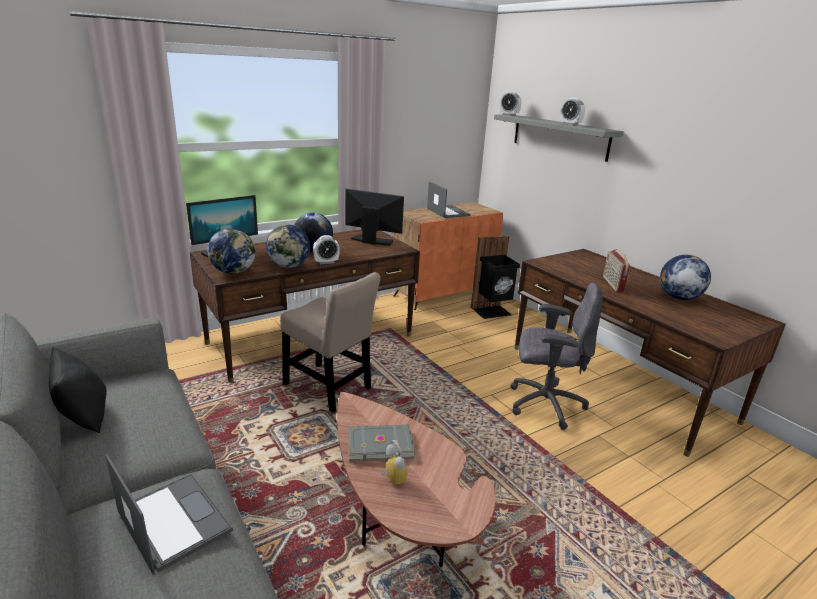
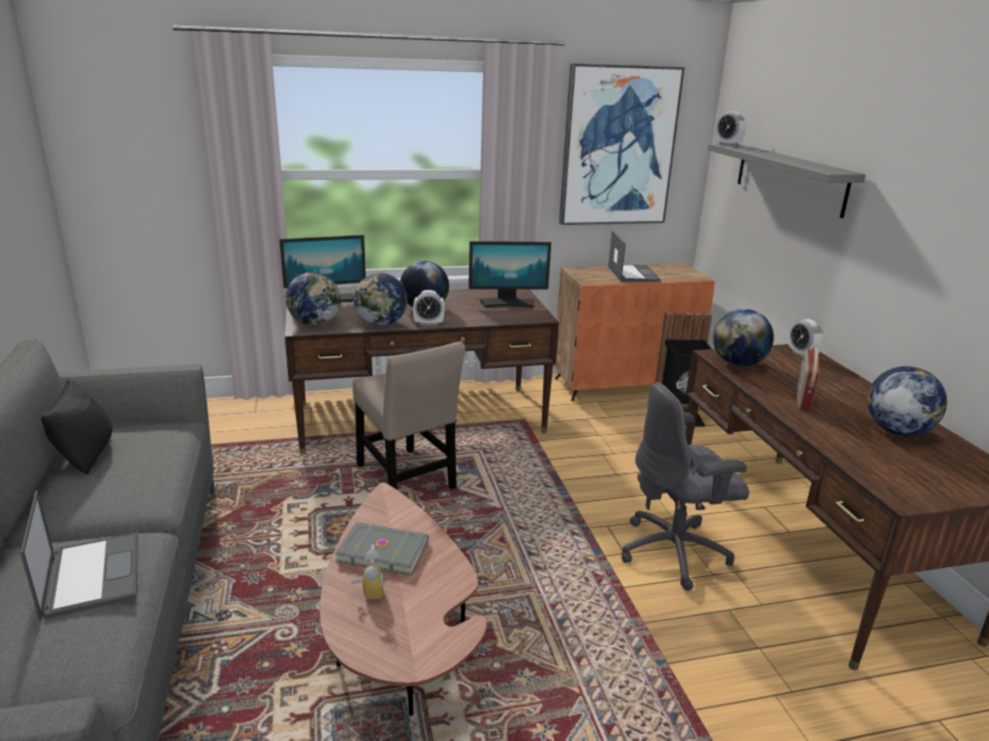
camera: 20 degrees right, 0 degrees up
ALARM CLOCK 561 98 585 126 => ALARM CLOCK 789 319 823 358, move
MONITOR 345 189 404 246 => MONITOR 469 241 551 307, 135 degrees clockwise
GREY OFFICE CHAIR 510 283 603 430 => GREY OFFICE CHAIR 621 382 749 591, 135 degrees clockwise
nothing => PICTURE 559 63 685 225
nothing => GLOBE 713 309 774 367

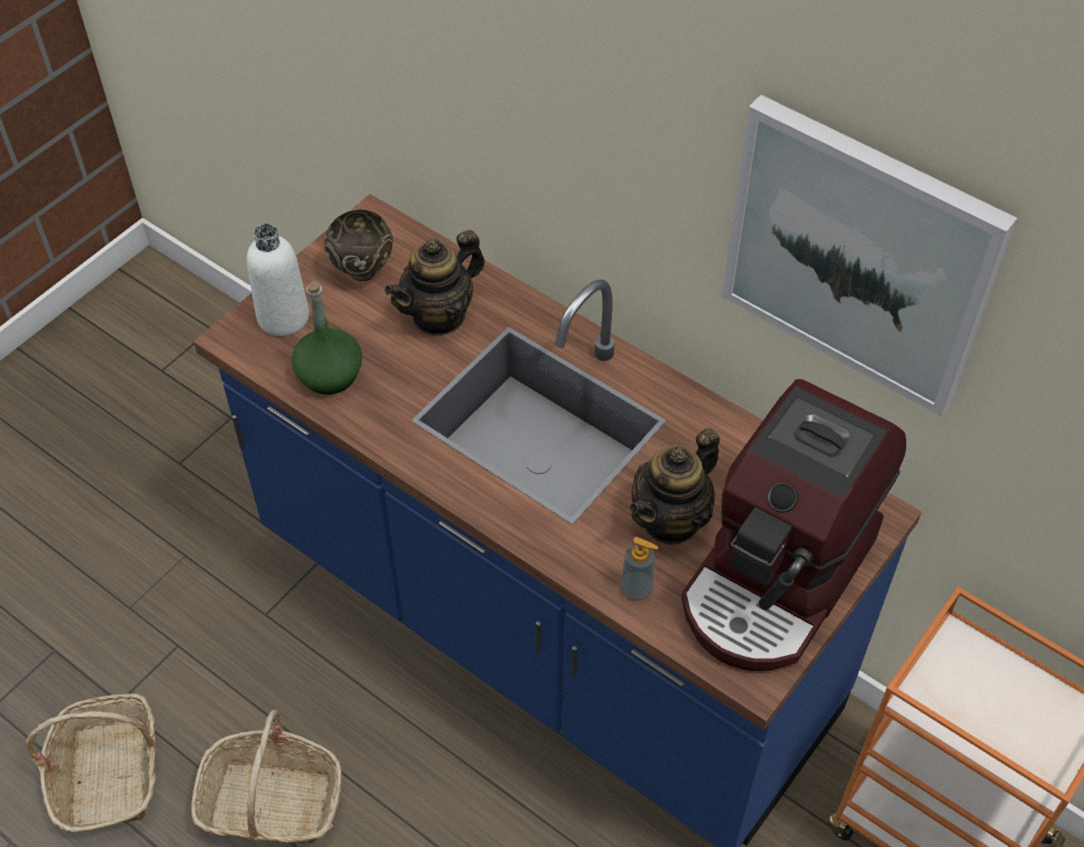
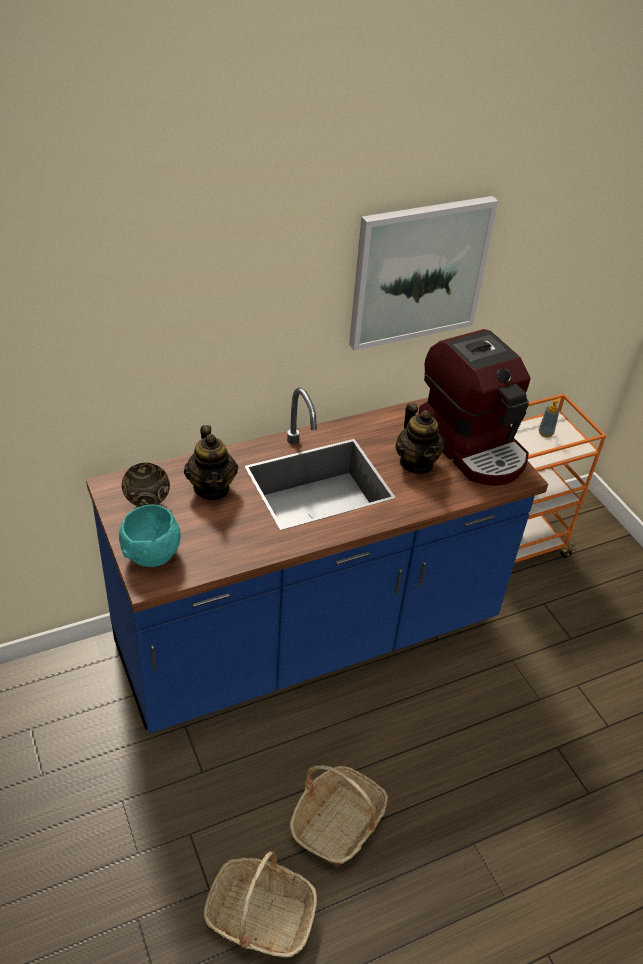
camera: 65 degrees left, 10 degrees down
WHITE BOTTLE 247 224 309 336 => TURQUOISE BOWL 119 504 181 567
GREEN BOTTLE 291 281 362 395 => nothing
SOAP DISPENSER 620 537 659 601 => SOAP DISPENSER 539 398 562 438, move

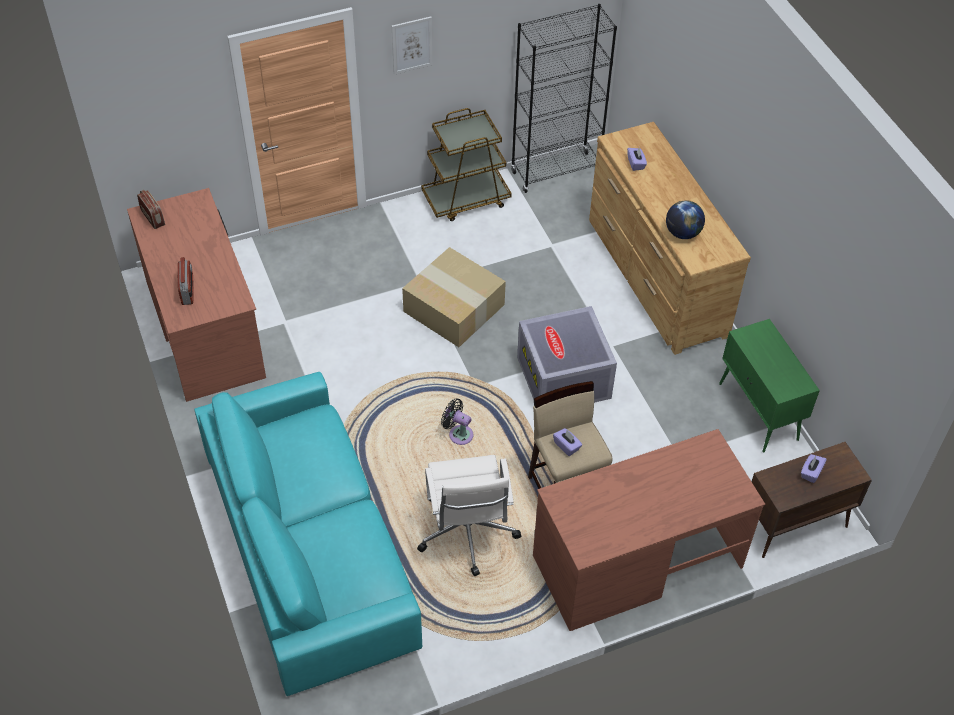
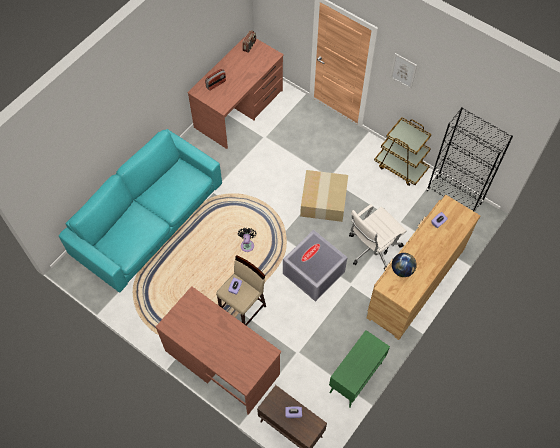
camera: 60 degrees right, 10 degrees up
WHITE OFFICE CHAIR 417 455 521 576 => WHITE OFFICE CHAIR 349 204 407 269, move

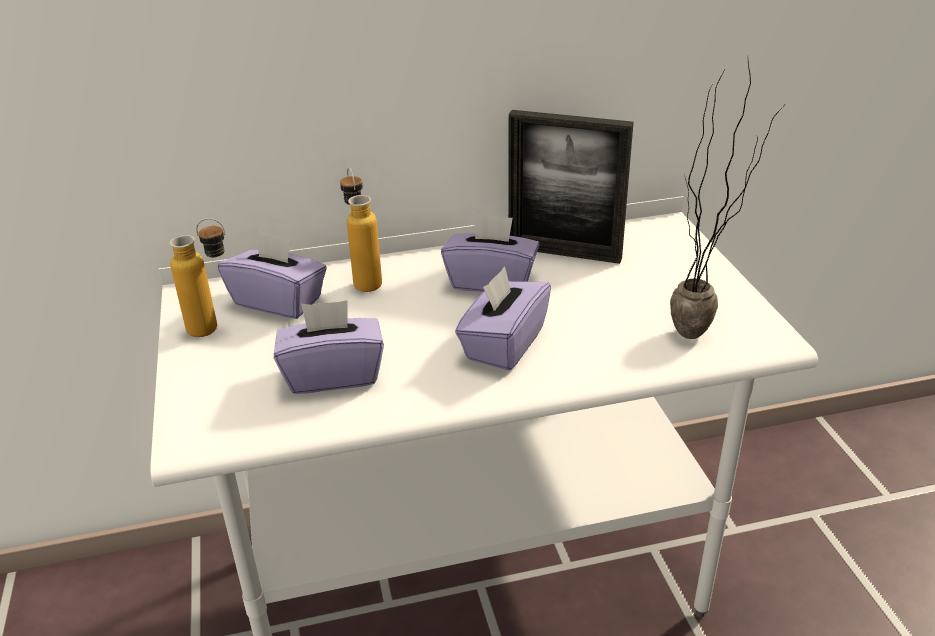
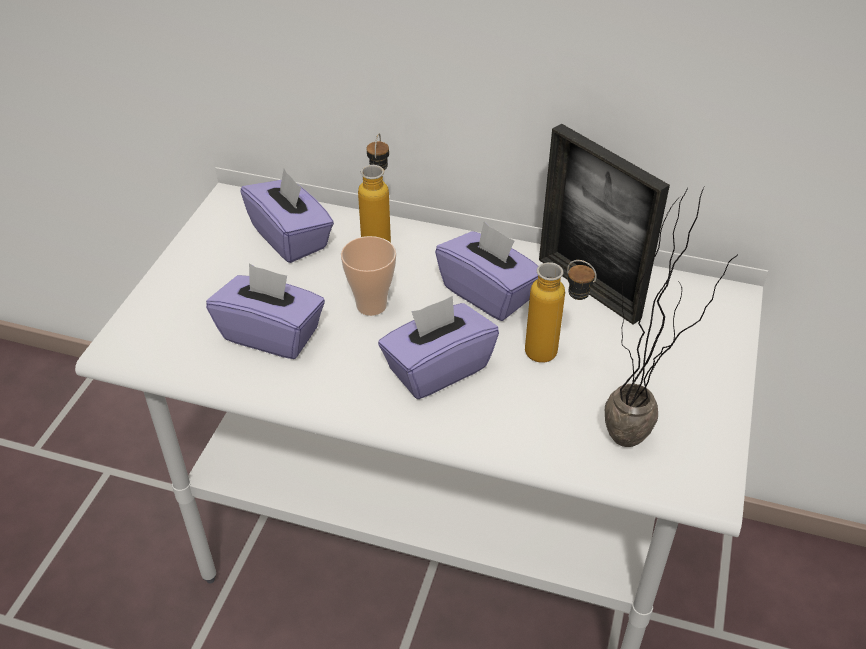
camera: 30 degrees right, 10 degrees up
BOTTLE 169 218 225 337 => BOTTLE 525 260 597 363, move
nothing => CUP 341 236 396 316

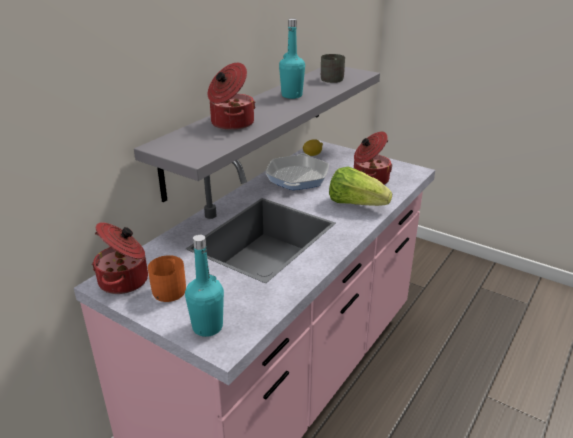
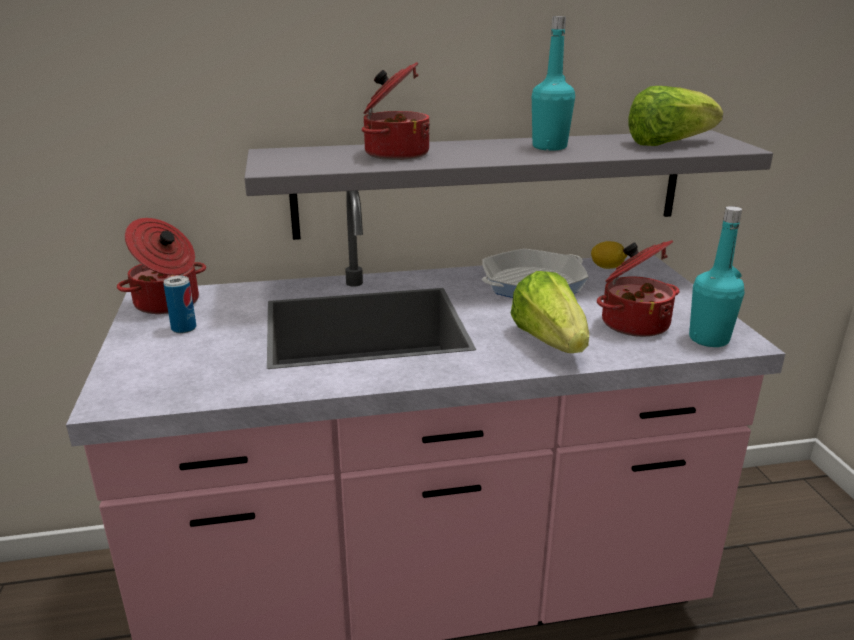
camera: 45 degrees right, 5 degrees down
GREY MUG 321 54 345 83 => LETTUCE 628 86 723 146
TURQUOISE BOTTLE 185 235 224 337 => TURQUOISE BOTTLE 689 206 745 347, move
ORANGE MUG 148 255 186 302 => CAN 163 276 196 333

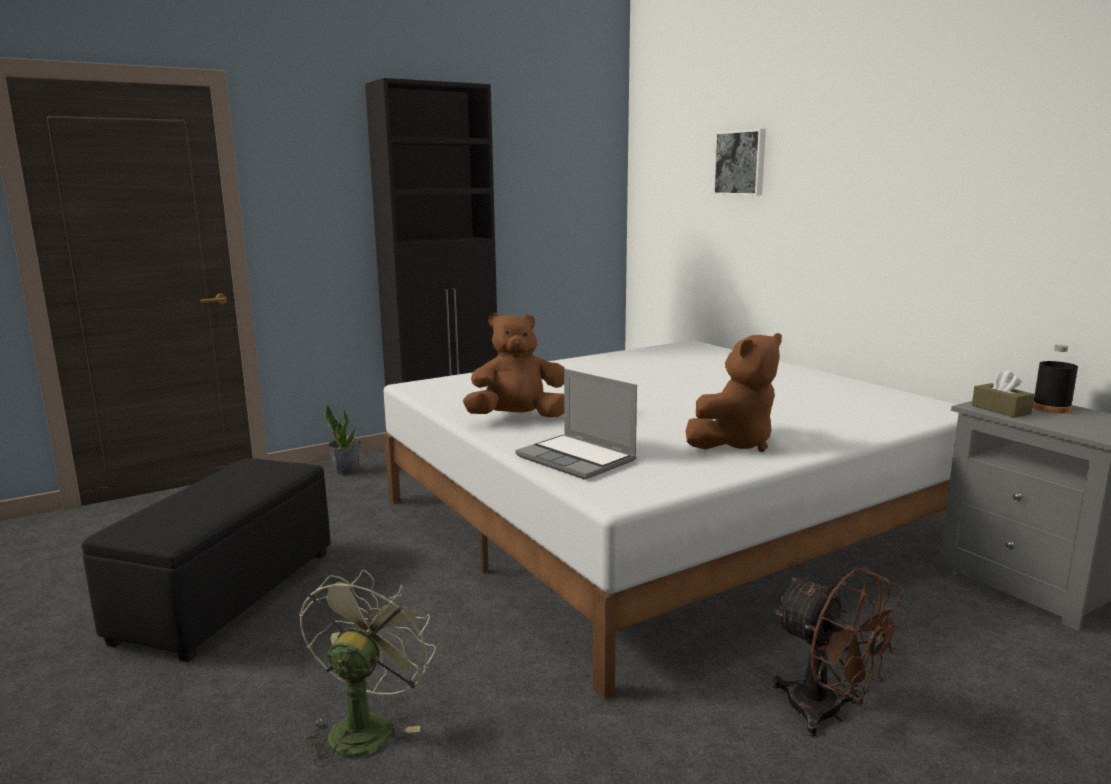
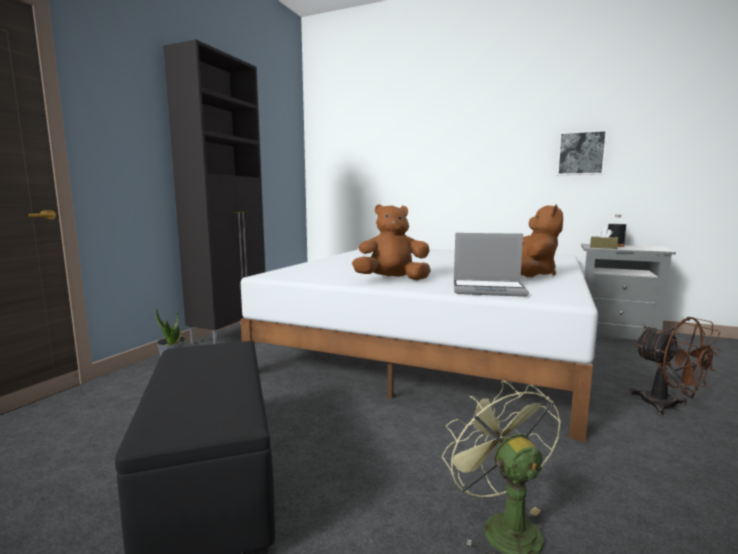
camera: 35 degrees left, 5 degrees down
PICTURE 713 129 766 195 => PICTURE 557 130 607 175, move
BROWN PLUSH TOY 463 313 565 417 => BROWN PLUSH TOY 352 204 431 280, 45 degrees clockwise
BROWN FAN 773 567 907 737 => BROWN FAN 630 317 721 415, 45 degrees clockwise

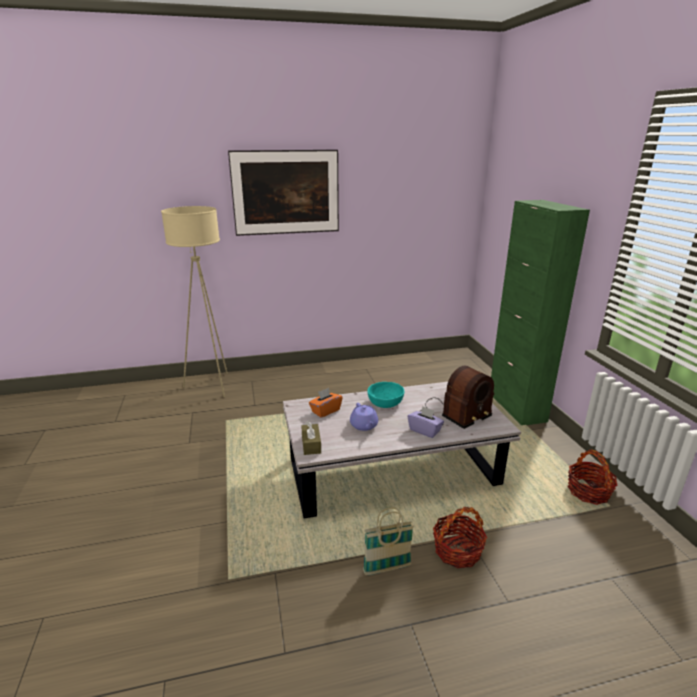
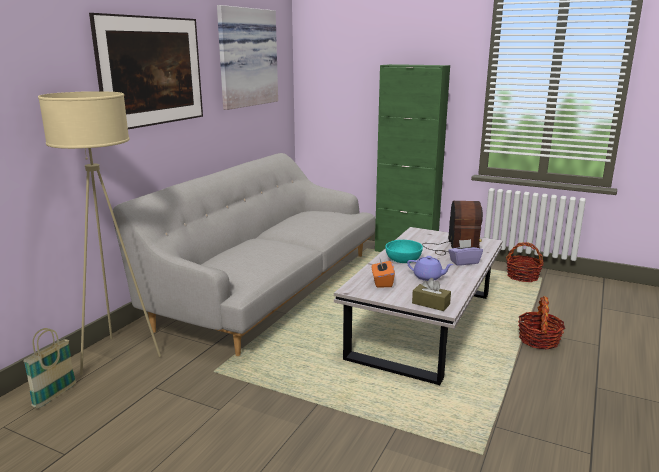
camera: 50 degrees left, 5 degrees down
BASKET 363 507 414 575 => BASKET 23 328 76 408, move
nothing => PICTURE 217 5 278 110
nothing => GREY SOFA 113 153 376 356

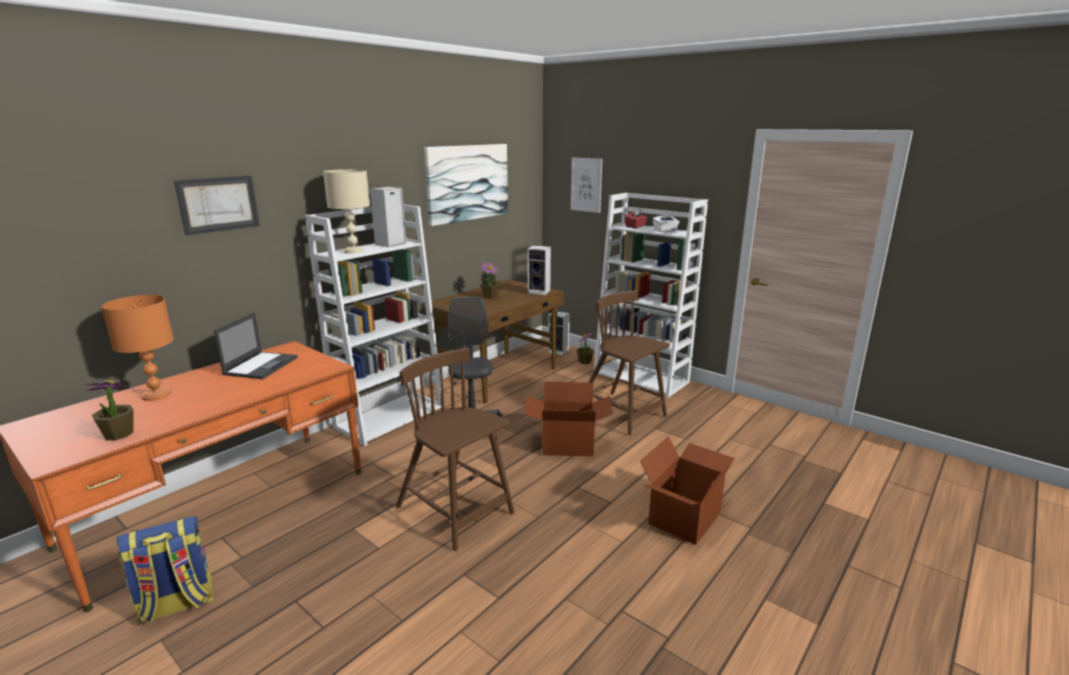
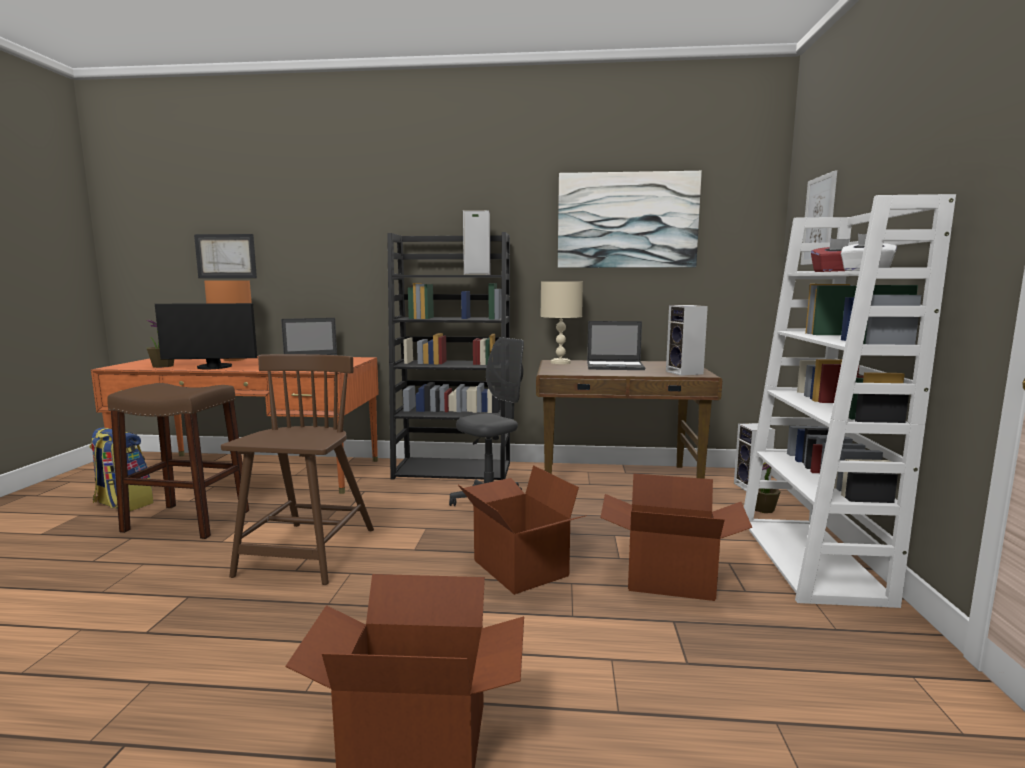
camera: 55 degrees right, 10 degrees down
BEIGE TABLE LAMP 323 169 370 254 => BEIGE TABLE LAMP 540 282 583 364, move
PICTURE 174 176 260 235 => PICTURE 194 234 257 278, move
WHITE BOOKCASE 305 204 445 446 => BLACK BOOKCASE 387 232 510 480
POTTED PLANT 481 262 500 299 => LAPTOP 587 321 645 370
BROWN CHAIR 588 290 670 435 => CARDBOARD BOX 600 473 752 601
nothing => MONITOR 155 303 257 369
nothing => BROWN STOOL 107 383 249 539

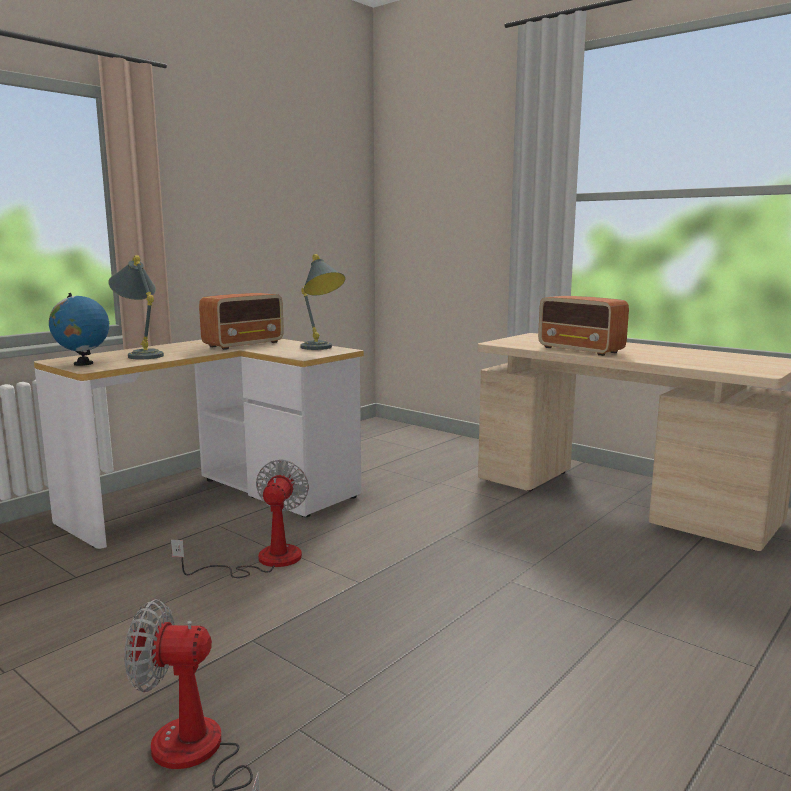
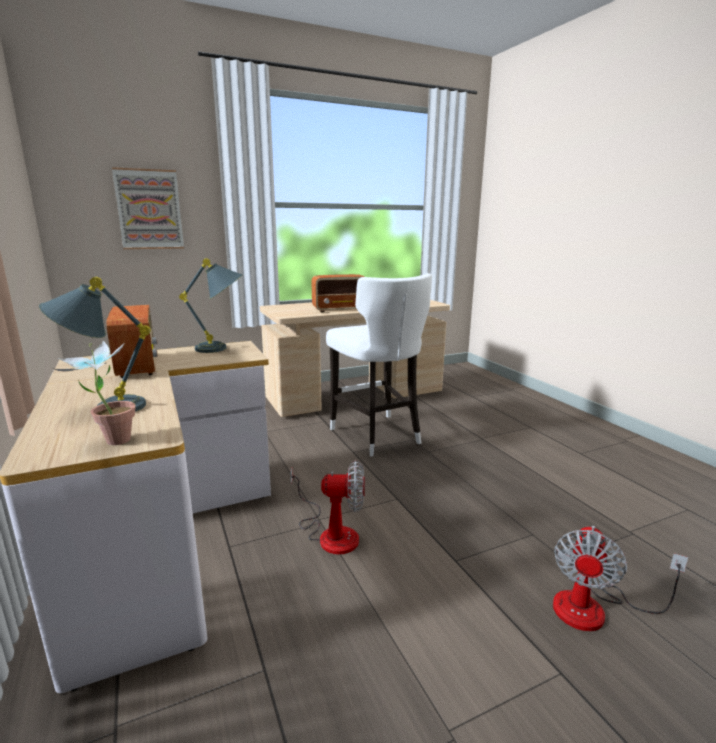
camera: 65 degrees left, 5 degrees up
GLOBE 49 293 109 366 => POTTED PLANT 52 341 136 445
FAN 171 460 309 578 => FAN 290 460 365 555, 150 degrees clockwise
nothing => PICTURE 112 167 184 249
nothing => WHITE STOOL 326 273 432 456

